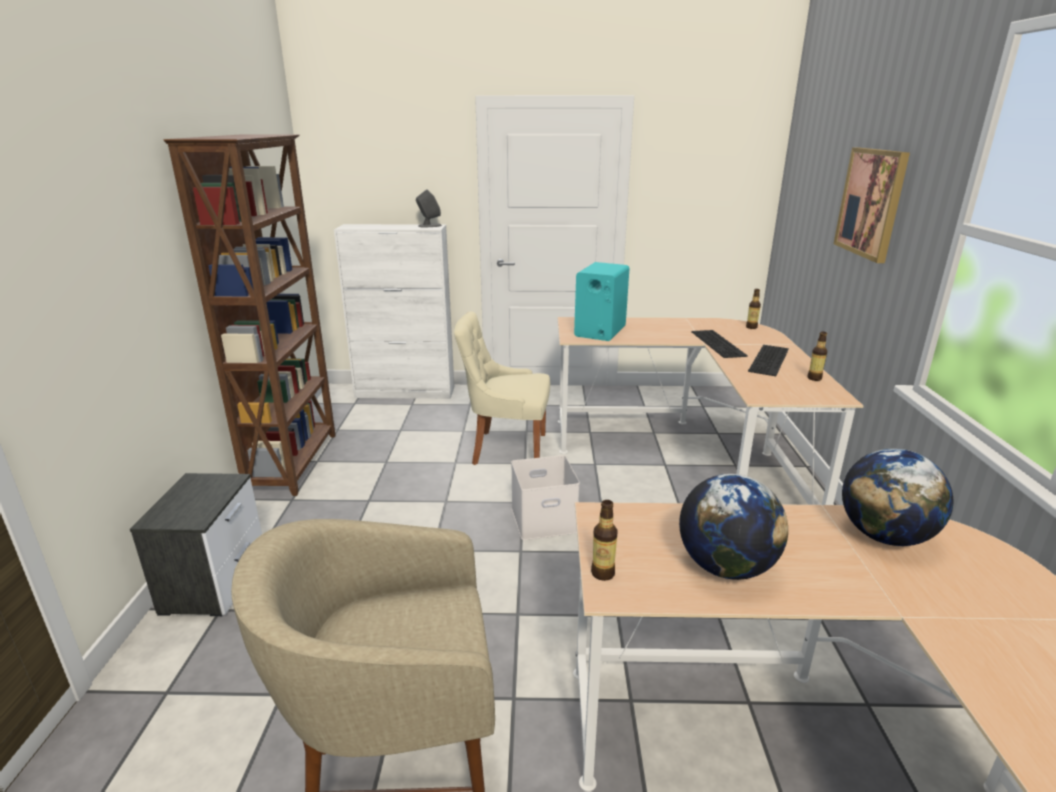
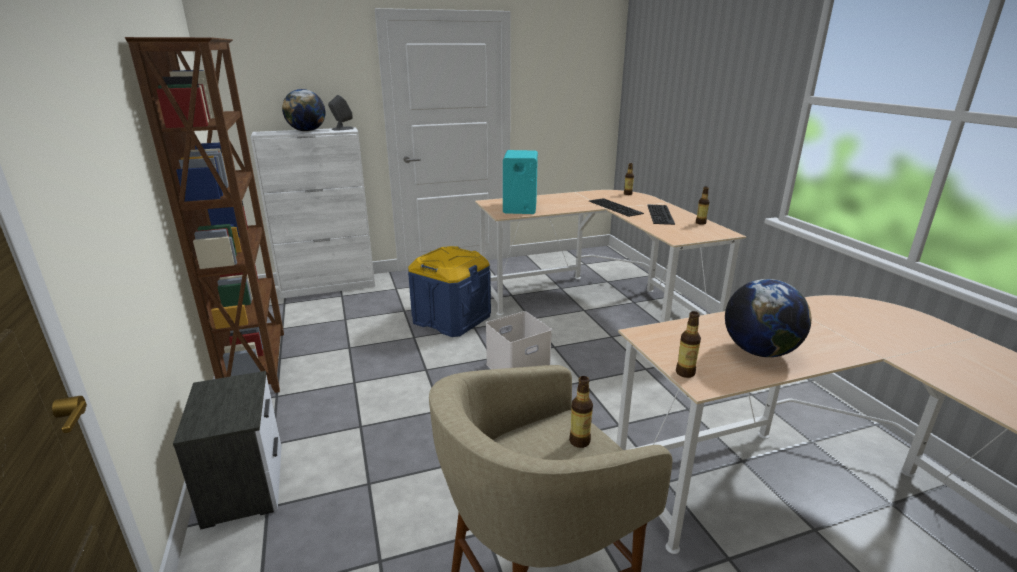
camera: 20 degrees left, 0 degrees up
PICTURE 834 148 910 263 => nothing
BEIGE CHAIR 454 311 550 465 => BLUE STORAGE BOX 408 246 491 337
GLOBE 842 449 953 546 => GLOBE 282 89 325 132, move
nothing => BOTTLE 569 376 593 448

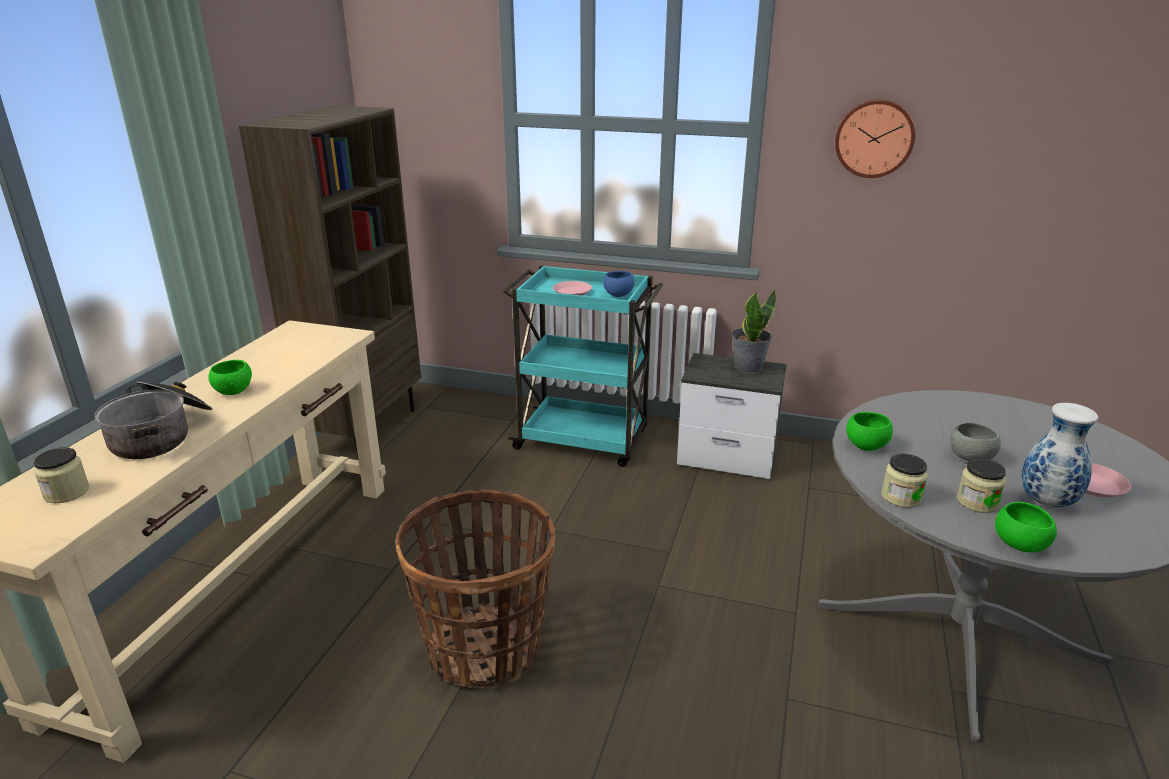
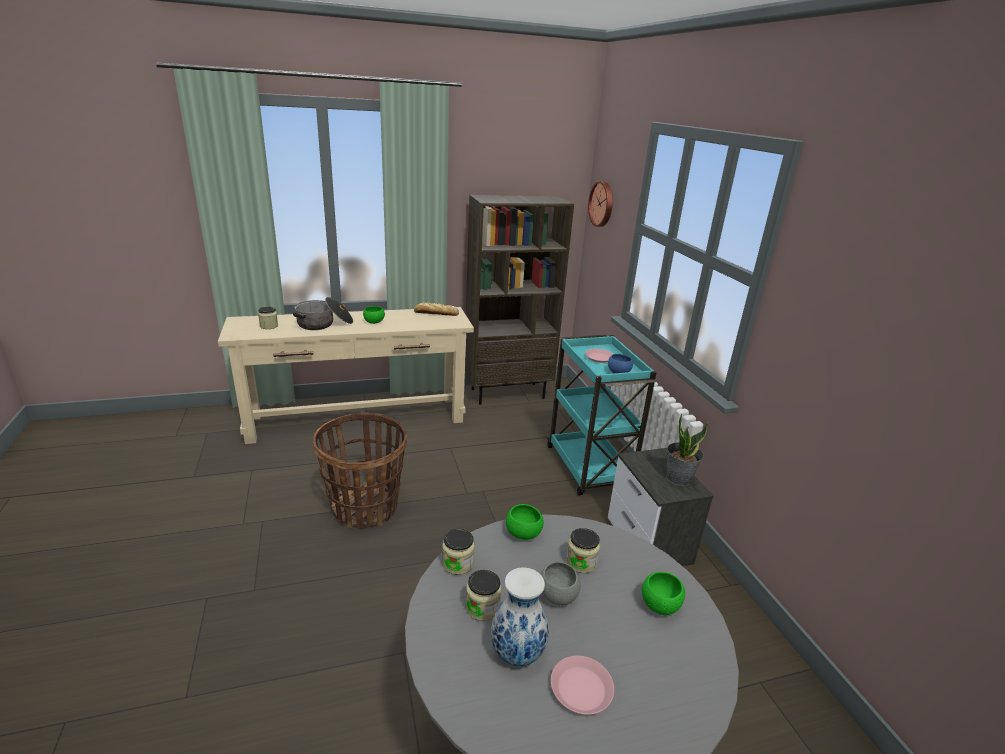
camera: 55 degrees right, 0 degrees up
WALL CLOCK 835 99 915 178 => WALL CLOCK 588 181 613 227, move
GREEN BOWL 995 502 1057 553 => GREEN BOWL 642 572 685 615, move
nothing => BREAD 414 303 459 316
nothing => JAR 566 528 600 573

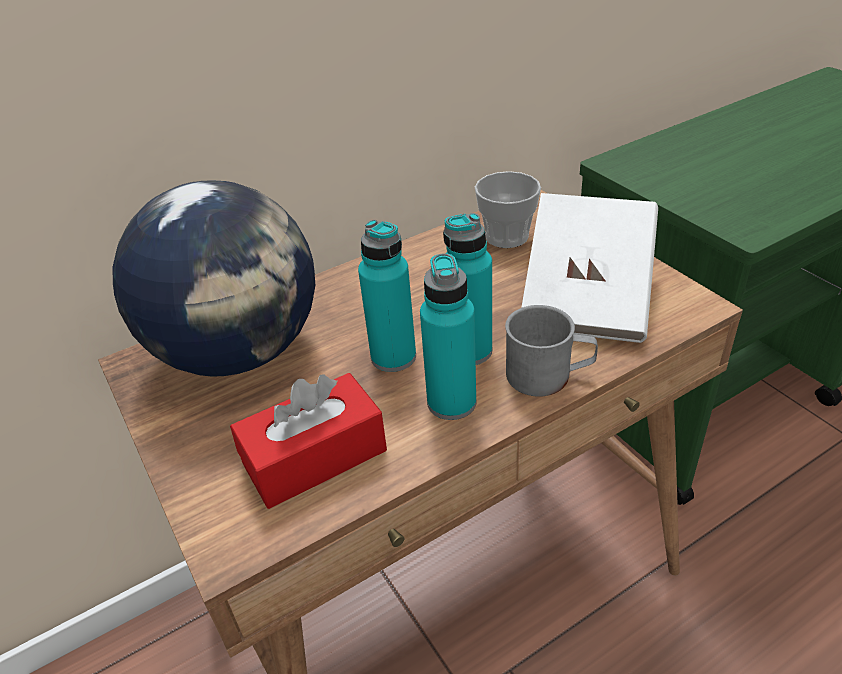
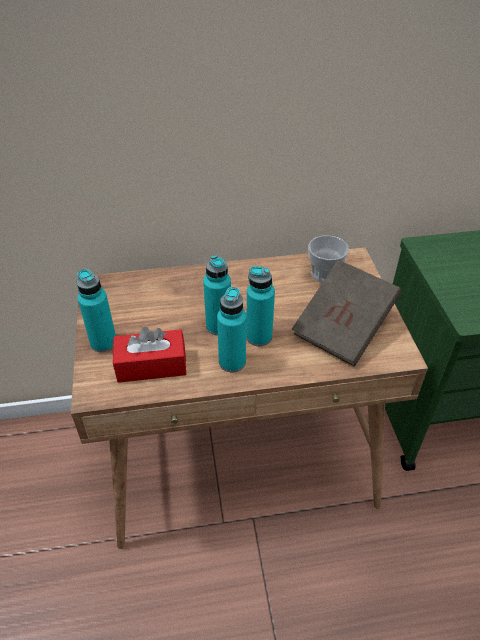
camera: 20 degrees right, 5 degrees up
GLOBE 112 181 315 377 => nothing
WHITE BOOK 521 193 658 343 => BROWN BOOK 292 260 402 366
GREY MUG 505 305 598 397 => nothing
nothing => TURQUOISE BOTTLE 77 269 116 352

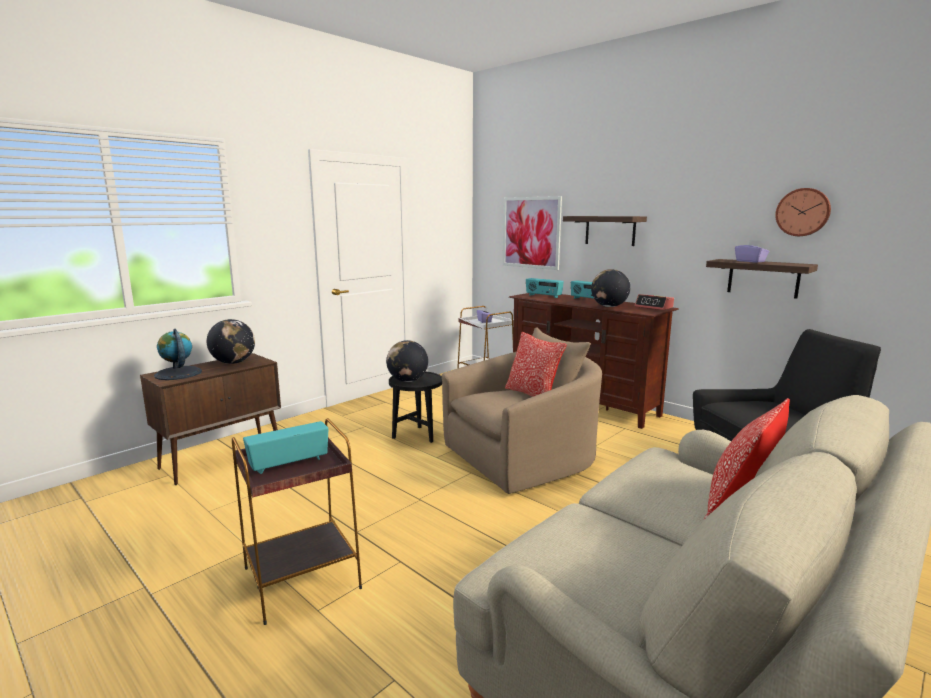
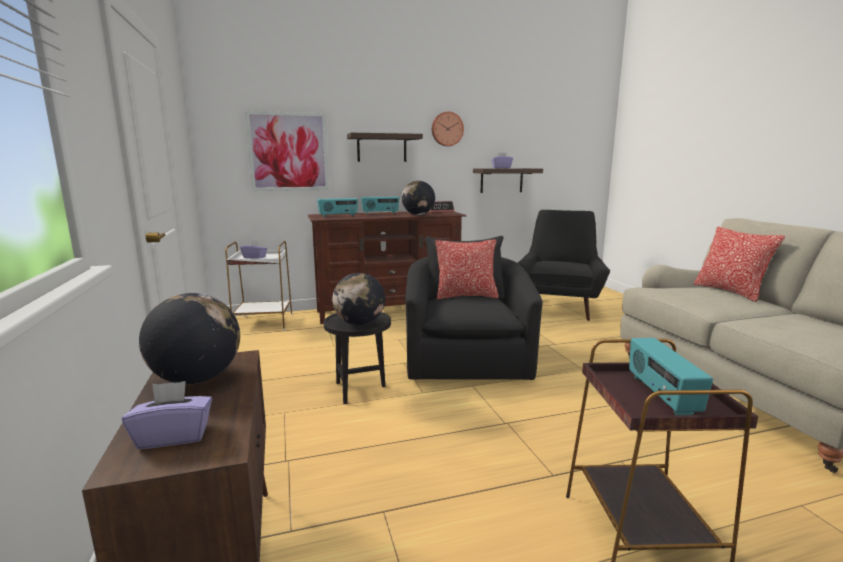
camera: 60 degrees left, 0 degrees up
WALL CLOCK 775 188 831 236 => WALL CLOCK 432 112 464 146, move
BEIGE ARMCHAIR 442 327 602 494 => BLACK ARMCHAIR 405 236 542 380
GLOBE 154 329 202 380 => PURPLE TISSUE BOX 122 381 212 449

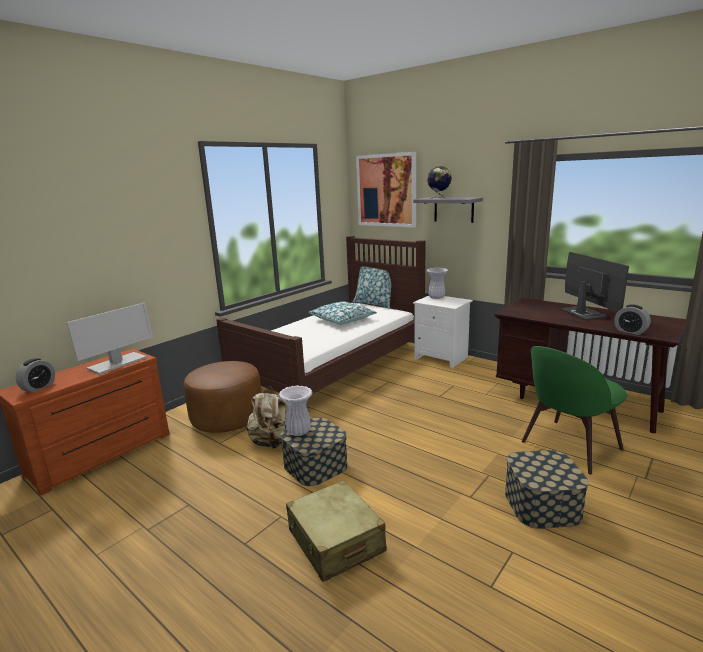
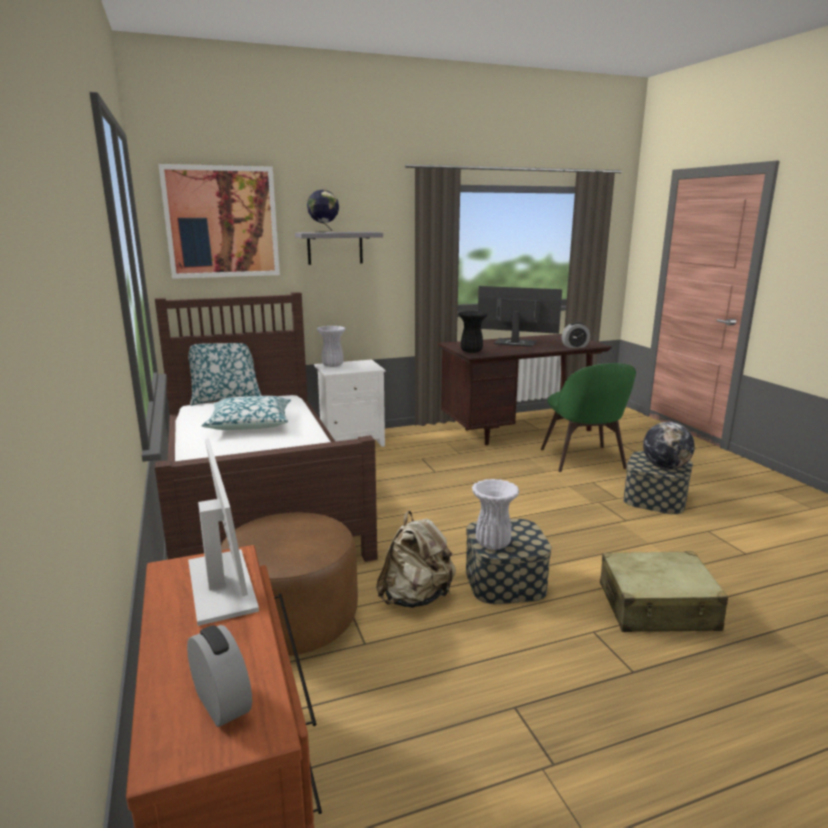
camera: 60 degrees left, 0 degrees up
nothing => BLACK VASE 458 311 488 353
nothing => GLOBE 643 422 695 470

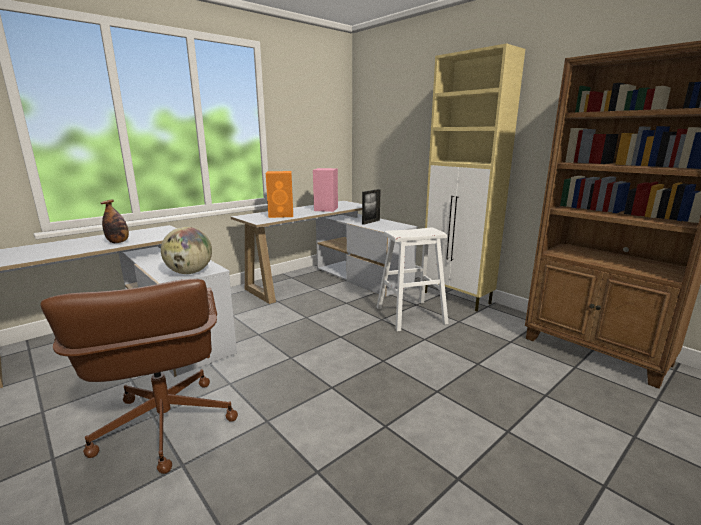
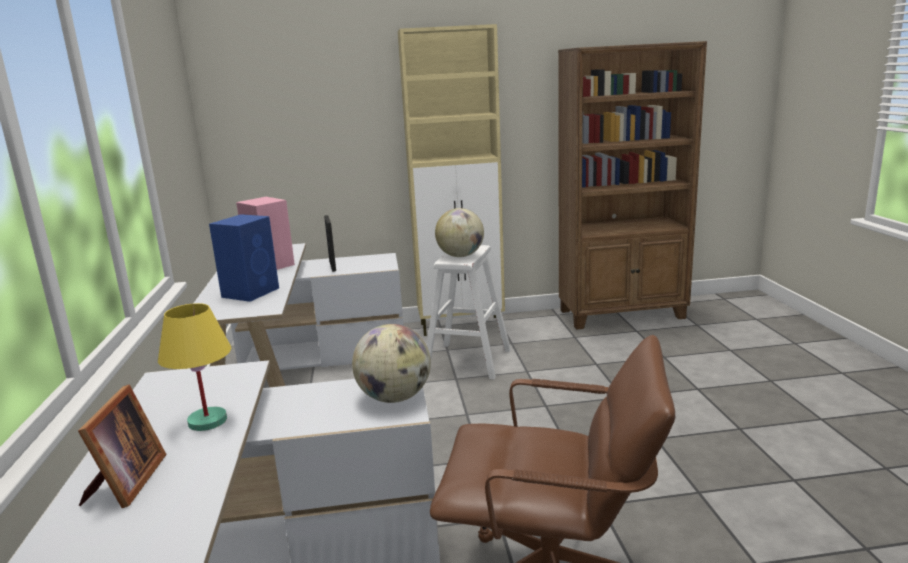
camera: 55 degrees left, 0 degrees up
ORANGE SPEAKER 266 171 293 218 => BLUE SPEAKER 209 214 279 302
BOTTLE 101 200 129 243 => YELLOW TABLE LAMP 158 303 231 431
nothing => GLOBE 435 208 484 257
nothing => PICTURE FRAME 78 385 166 508

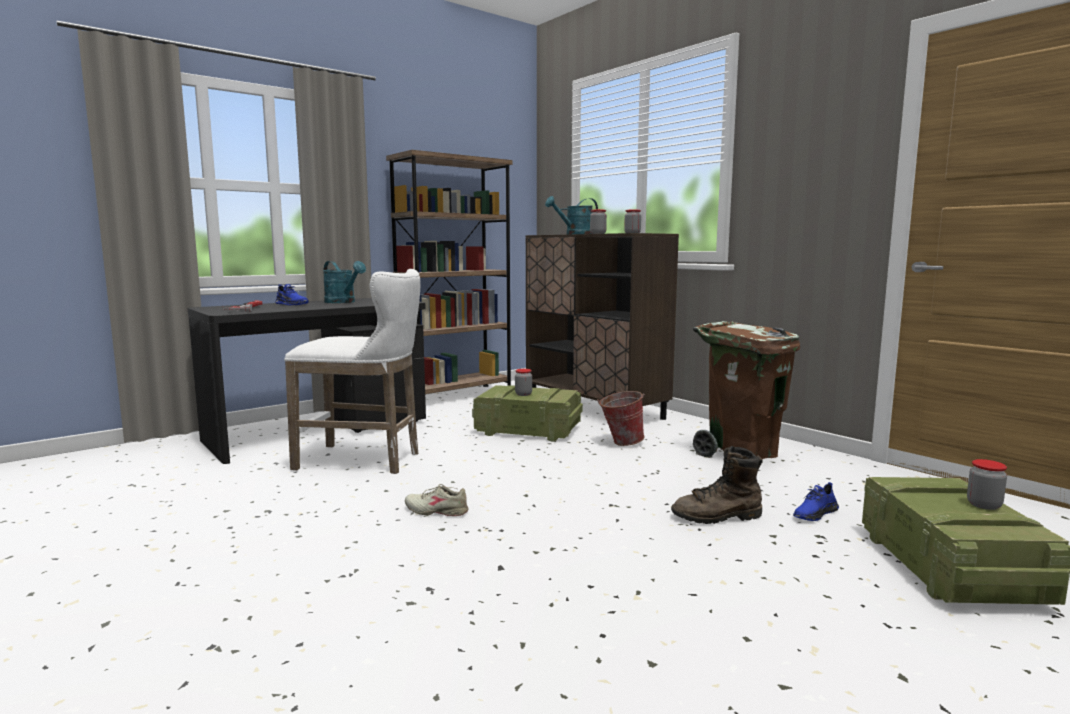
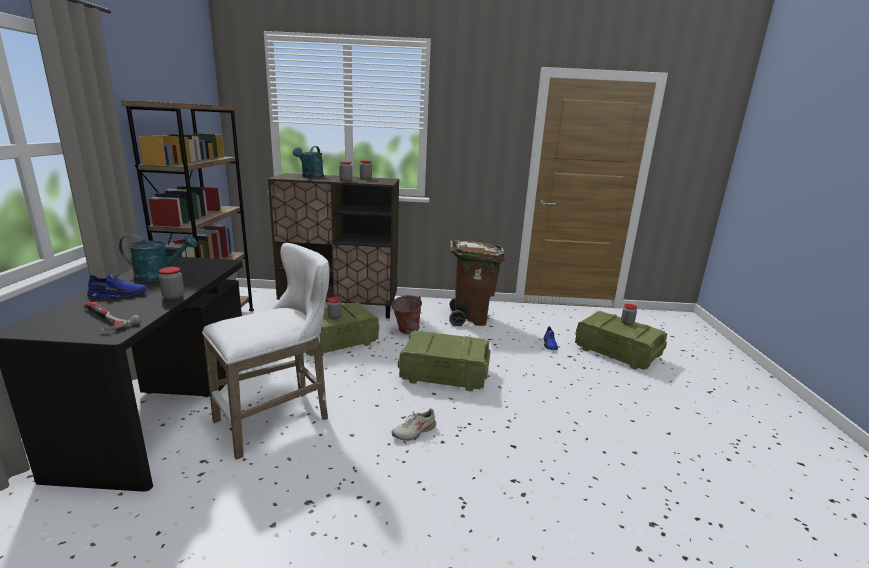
camera: 50 degrees left, 10 degrees up
BROWN BOOT 671 446 763 524 => nothing
nothing => JAR 159 267 184 299
nothing => CRATE 398 331 490 391

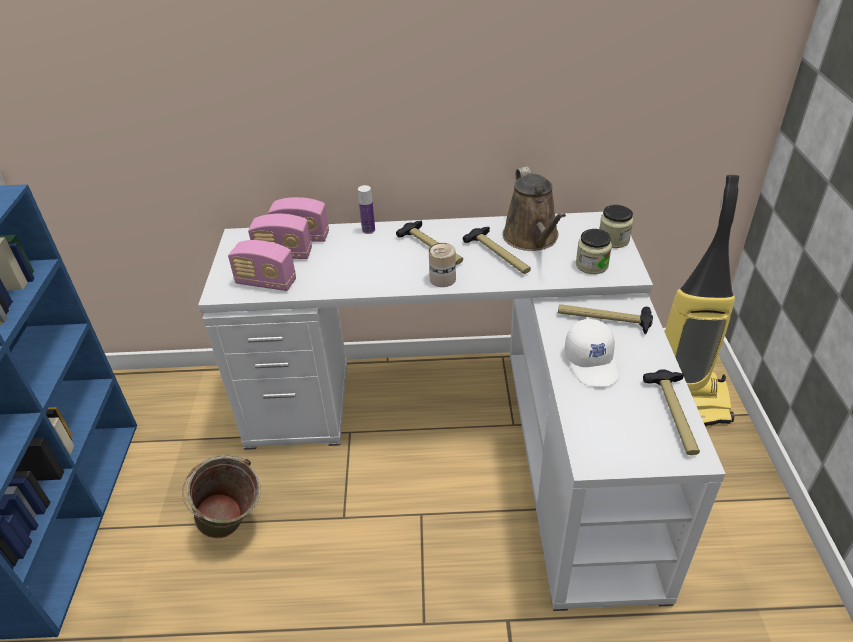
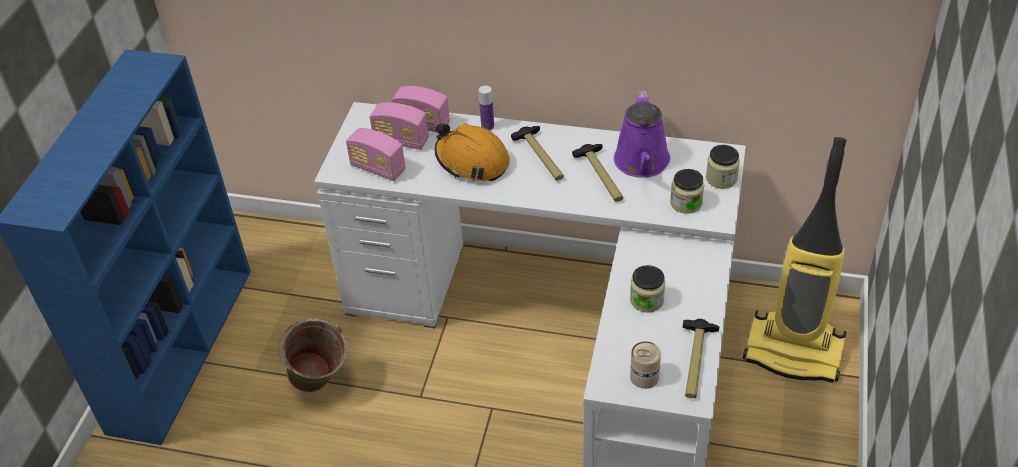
camera: 15 degrees right, 5 degrees up
BROWN WATERING CAN 503 167 566 251 => PURPLE WATERING CAN 614 91 670 178
CAN 429 243 456 287 => CAN 630 341 661 389, move
HAMMER 558 304 653 334 => nothing
WHITE CAP 565 319 619 387 => JAR 630 265 665 312
nothing => ORANGE HARD HAT 435 123 510 181

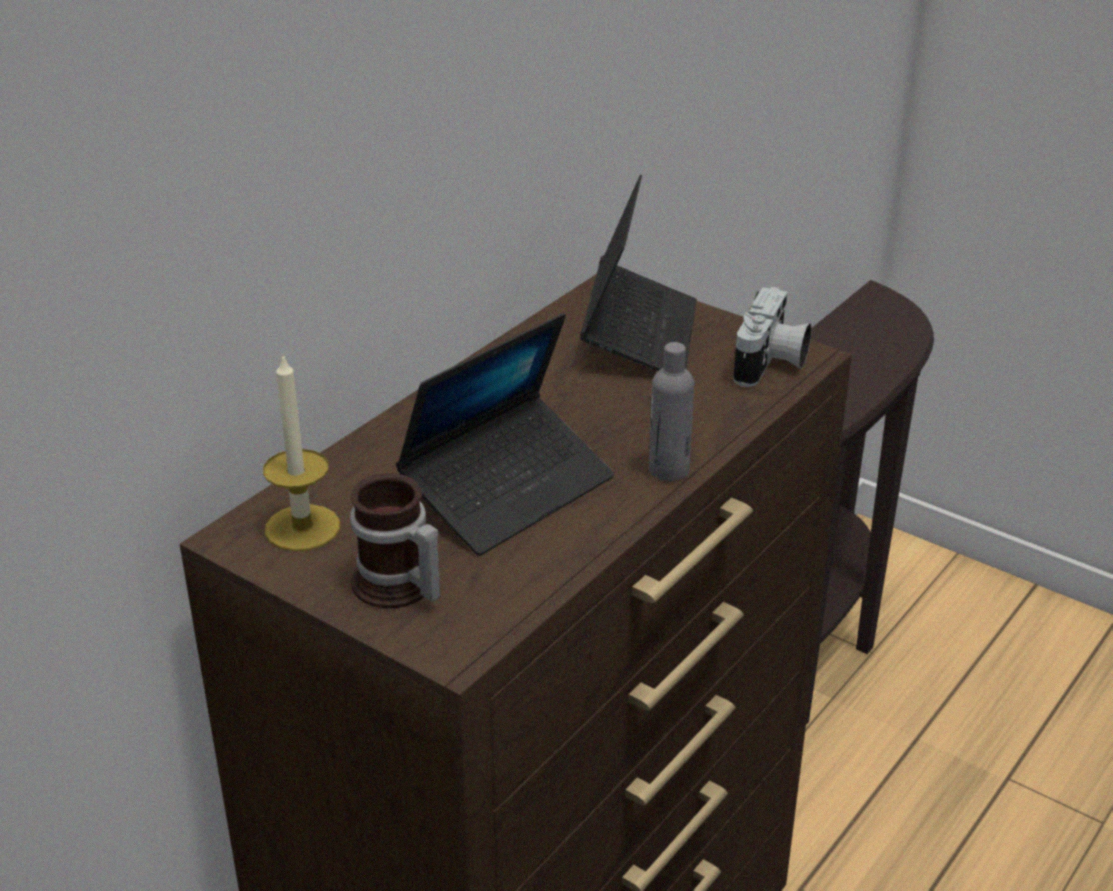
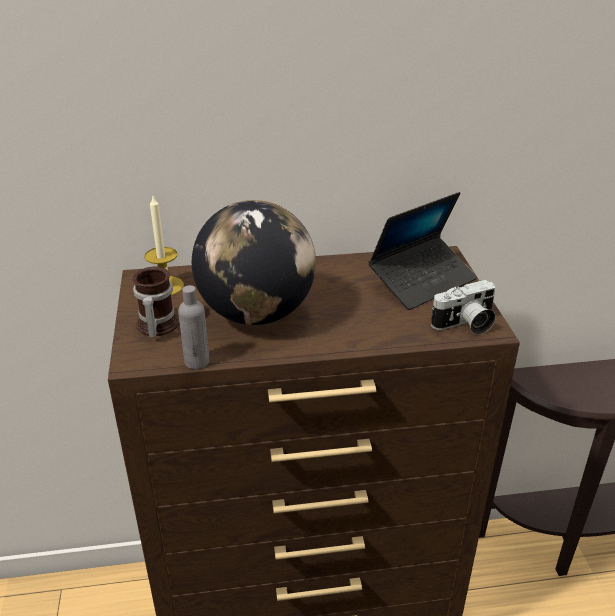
camera: 45 degrees right, 0 degrees up
LAPTOP 396 313 614 556 => GLOBE 192 200 316 325
GREY BOTTLE 649 342 694 481 => GREY BOTTLE 178 285 209 369, move

